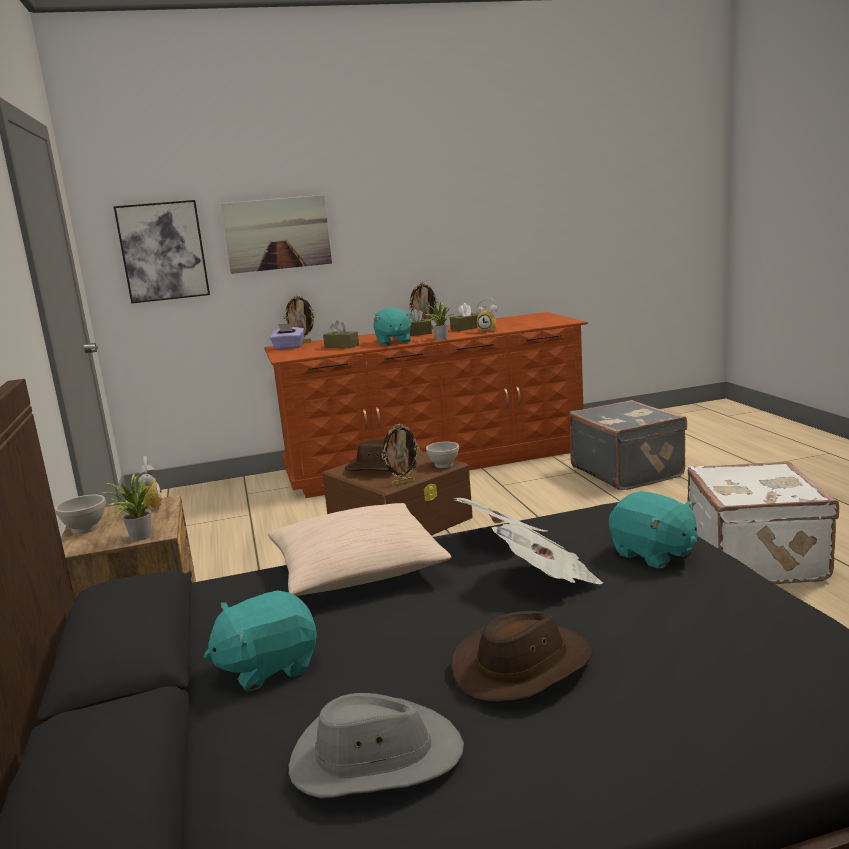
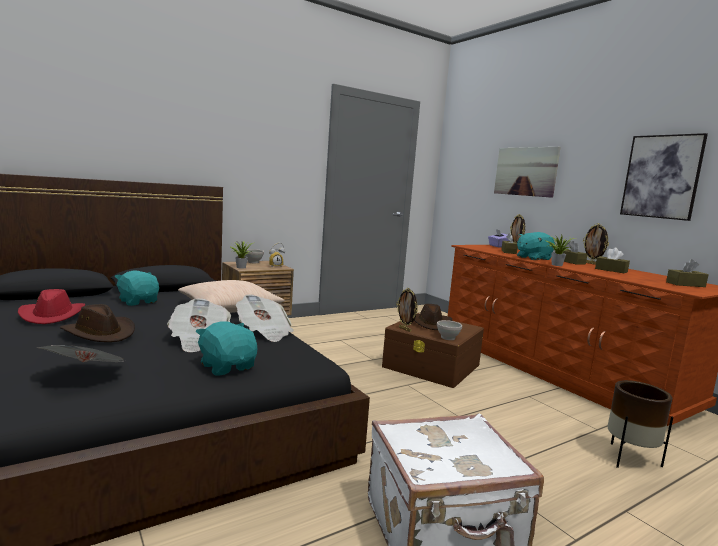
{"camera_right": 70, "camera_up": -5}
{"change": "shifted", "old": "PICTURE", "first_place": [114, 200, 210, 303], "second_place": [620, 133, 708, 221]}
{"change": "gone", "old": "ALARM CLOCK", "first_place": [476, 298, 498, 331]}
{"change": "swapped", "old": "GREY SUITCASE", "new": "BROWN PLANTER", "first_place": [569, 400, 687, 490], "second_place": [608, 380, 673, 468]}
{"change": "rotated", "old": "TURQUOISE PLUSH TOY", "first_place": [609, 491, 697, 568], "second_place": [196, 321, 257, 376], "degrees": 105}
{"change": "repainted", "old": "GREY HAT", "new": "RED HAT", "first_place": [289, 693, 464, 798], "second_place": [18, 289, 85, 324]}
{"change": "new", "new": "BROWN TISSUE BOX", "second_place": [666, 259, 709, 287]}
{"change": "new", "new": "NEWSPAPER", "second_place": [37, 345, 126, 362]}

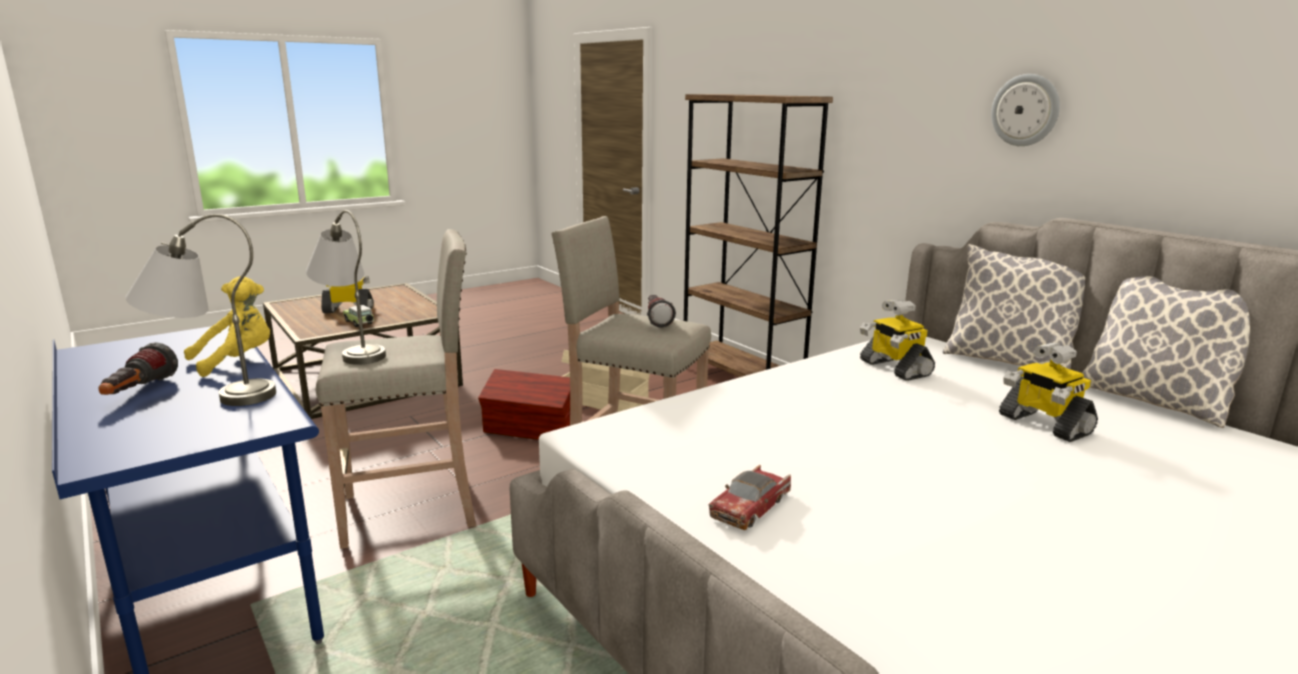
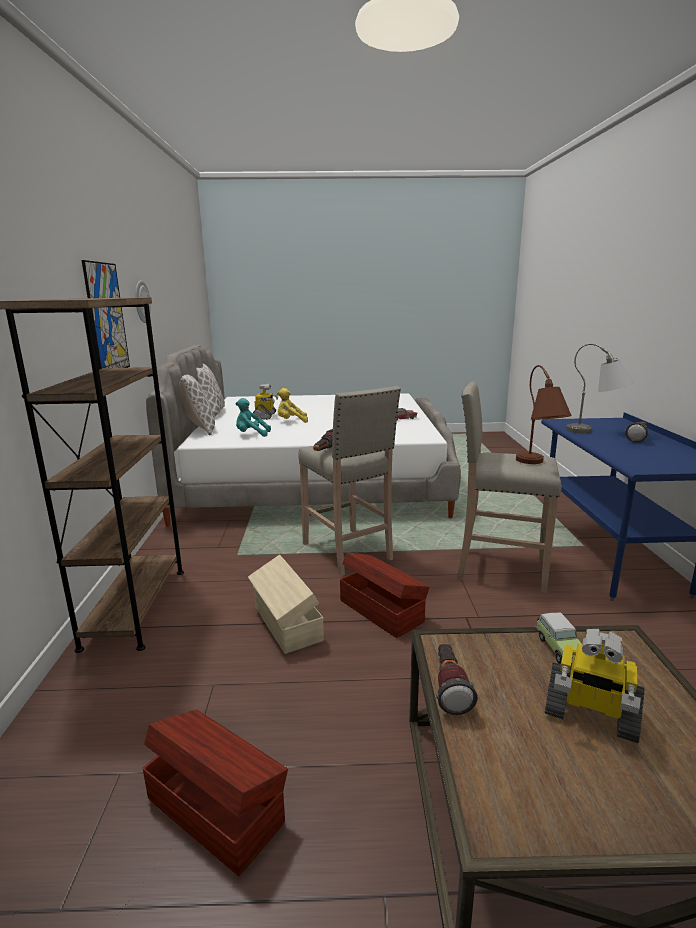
{"camera_right": -145, "camera_up": 0}
{"change": "repainted", "old": "GREY TABLE LAMP", "new": "BROWN TABLE LAMP", "first_place": [306, 210, 386, 365], "second_place": [516, 365, 572, 464]}
{"change": "shifted", "old": "YELLOW PLUSH TOY", "first_place": [184, 276, 270, 377], "second_place": [277, 388, 308, 423]}
{"change": "swapped", "old": "TOY ROBOT", "new": "TURQUOISE PLUSH TOY", "first_place": [860, 299, 935, 381], "second_place": [235, 398, 271, 437]}
{"change": "new", "new": "PICTURE", "second_place": [82, 260, 130, 369]}
{"change": "new", "new": "FLASHLIGHT", "second_place": [436, 642, 478, 715]}
{"change": "new", "new": "BROWN STORAGE BOX", "second_place": [142, 709, 288, 876]}

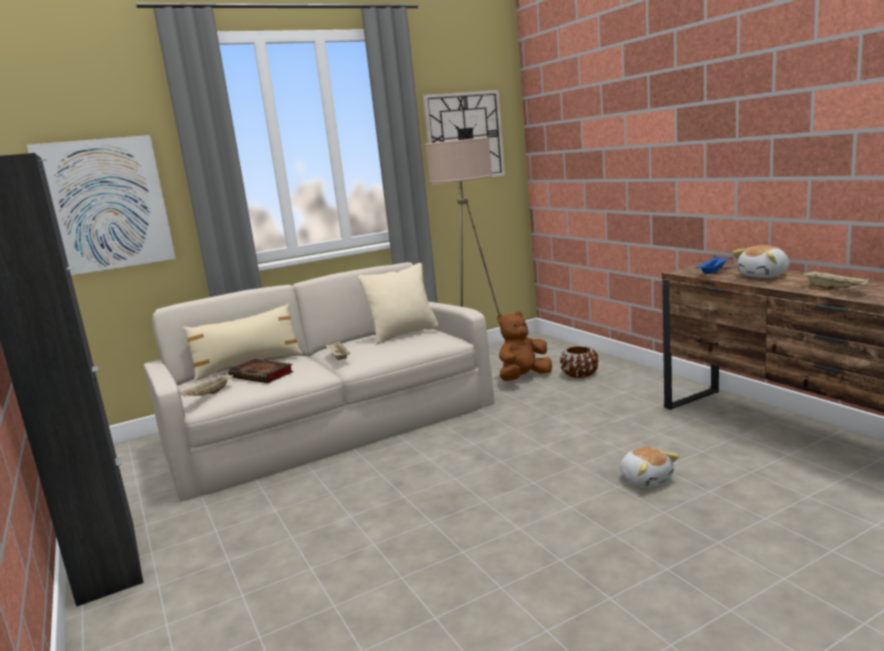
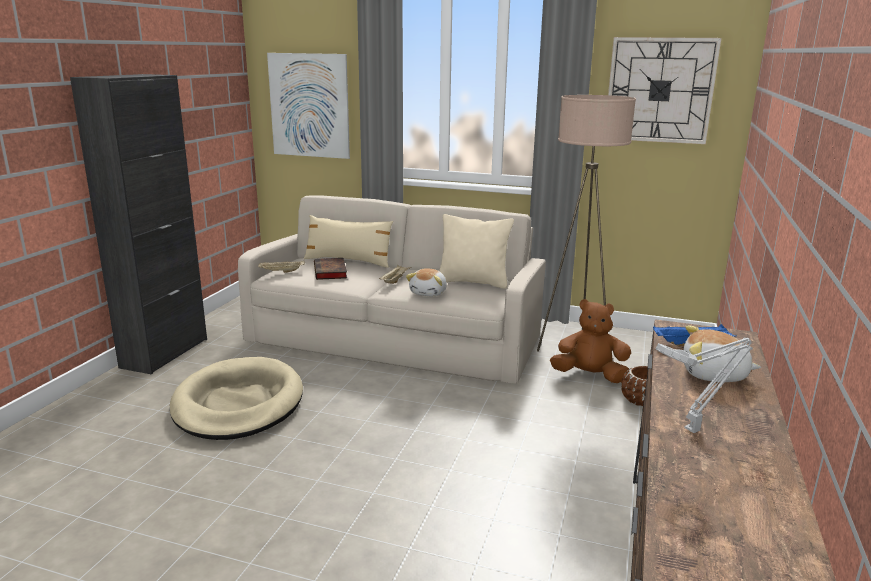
{"camera_right": 45, "camera_up": 5}
{"change": "swapped", "old": "BEIGE TRAY", "new": "GREY TABLE LAMP", "first_place": [801, 270, 871, 290], "second_place": [656, 337, 753, 433]}
{"change": "shifted", "old": "PLUSH TOY", "first_place": [620, 447, 680, 488], "second_place": [406, 268, 447, 296]}
{"change": "new", "new": "BEIGE DOG BED", "second_place": [170, 357, 303, 440]}

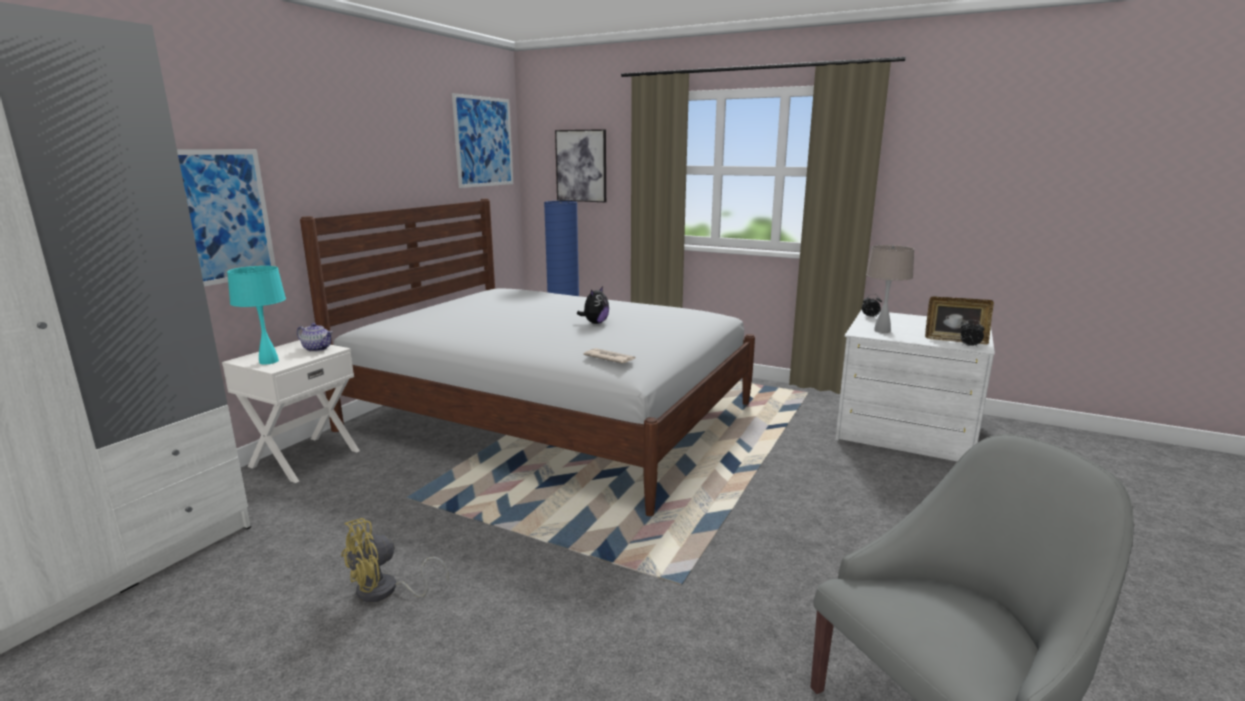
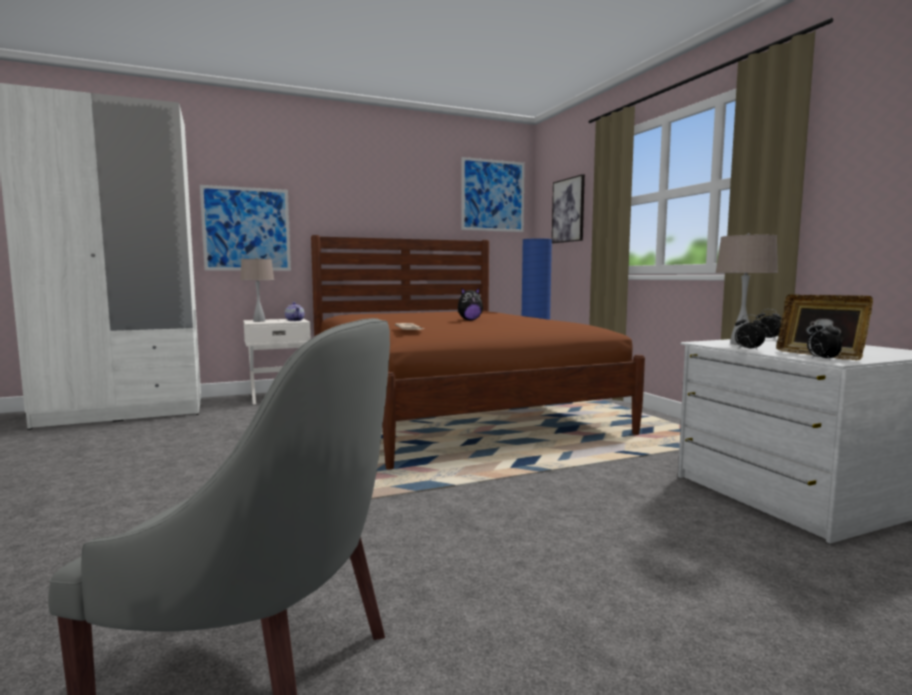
{"camera_right": 40, "camera_up": -10}
{"change": "repainted", "old": "WHITE BED", "new": "BROWN BED", "first_place": [300, 199, 755, 516], "second_place": [311, 235, 645, 470]}
{"change": "repainted", "old": "TURQUOISE TABLE LAMP", "new": "BEIGE TABLE LAMP", "first_place": [227, 266, 286, 365], "second_place": [241, 257, 274, 322]}
{"change": "gone", "old": "YELLOW FAN", "first_place": [341, 518, 449, 602]}
{"change": "new", "new": "ALARM CLOCK", "second_place": [735, 314, 765, 351]}

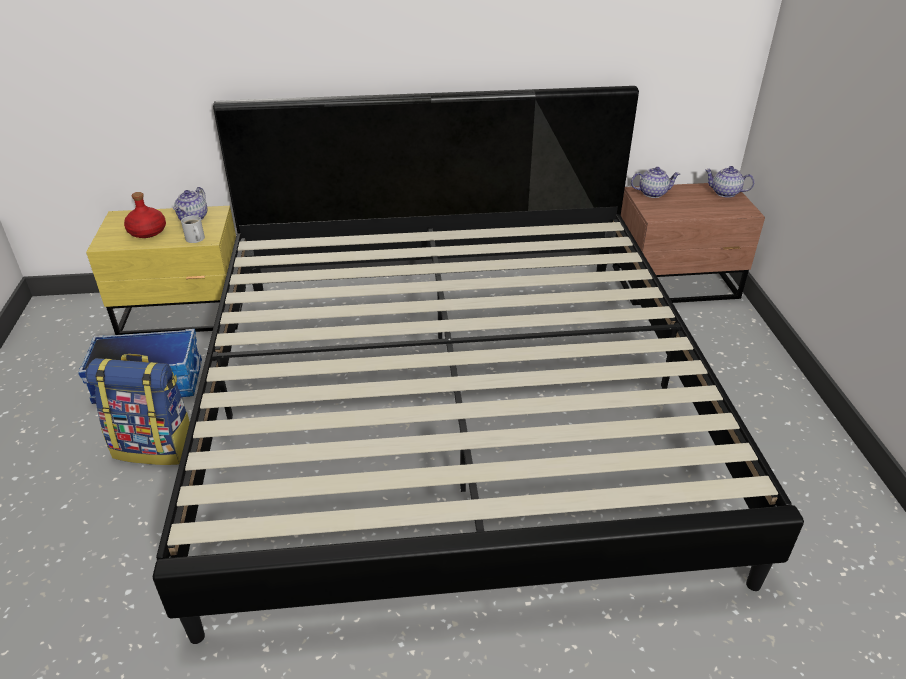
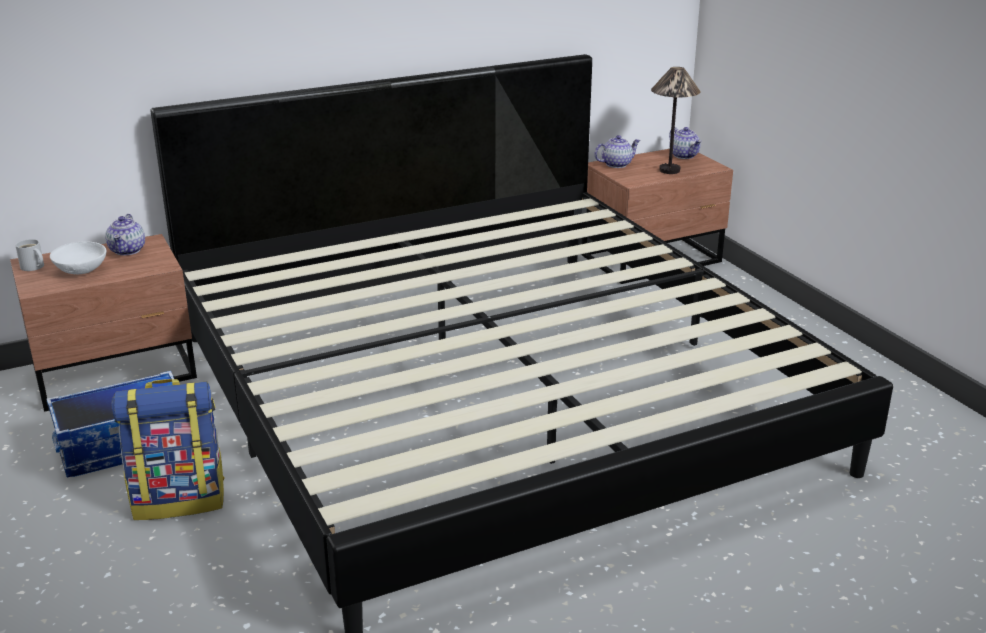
{"camera_right": -20, "camera_up": -10}
{"change": "rotated", "old": "TEAPOT", "first_place": [705, 166, 754, 198], "second_place": [669, 127, 702, 159], "degrees": -120}
{"change": "swapped", "old": "RED BOTTLE", "new": "WHITE BOWL", "first_place": [124, 192, 166, 238], "second_place": [50, 241, 107, 274]}
{"change": "repainted", "old": "YELLOW NIGHTSTAND", "new": "BROWN NIGHTSTAND", "first_place": [86, 206, 246, 335], "second_place": [10, 234, 197, 412]}
{"change": "shifted", "old": "WHITE MUG", "first_place": [181, 215, 205, 243], "second_place": [15, 239, 44, 271]}
{"change": "new", "new": "TABLE LAMP", "second_place": [651, 67, 700, 174]}

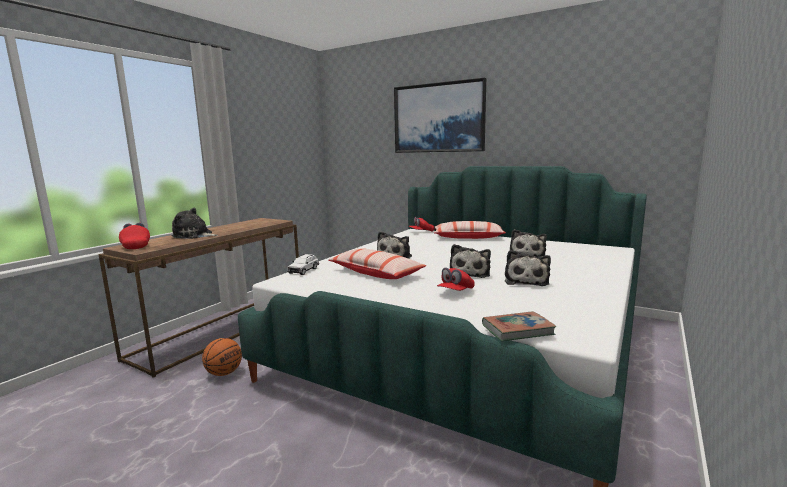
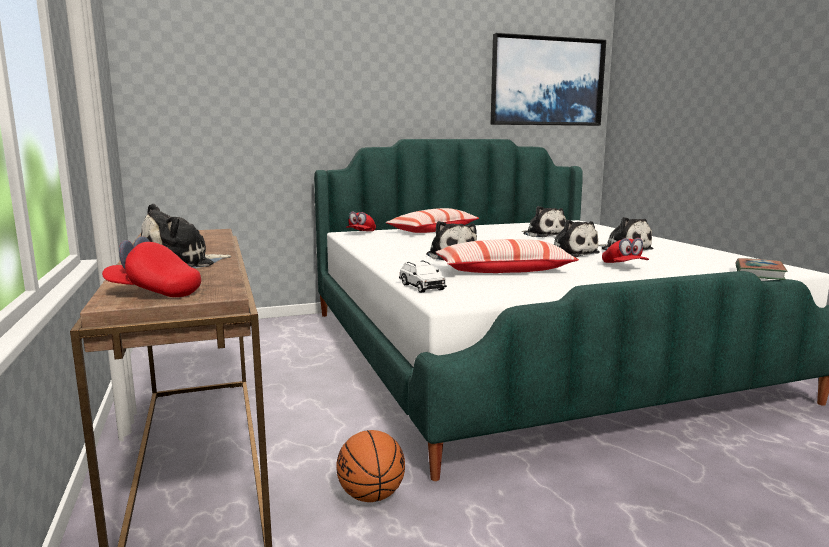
{"camera_right": -50, "camera_up": 0}
{"change": "shifted", "old": "PICTURE", "first_place": [394, 78, 486, 153], "second_place": [491, 33, 606, 126]}

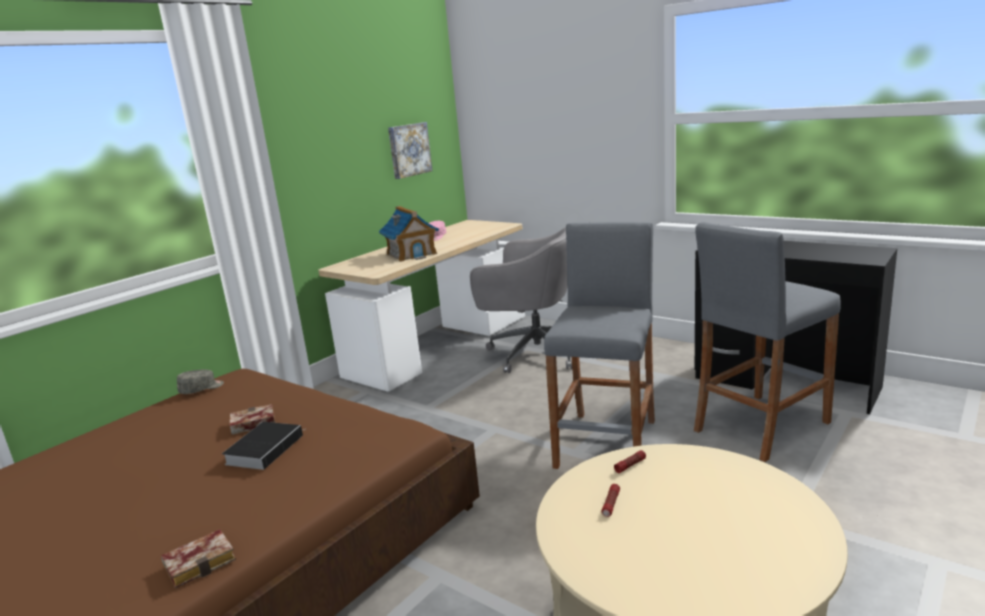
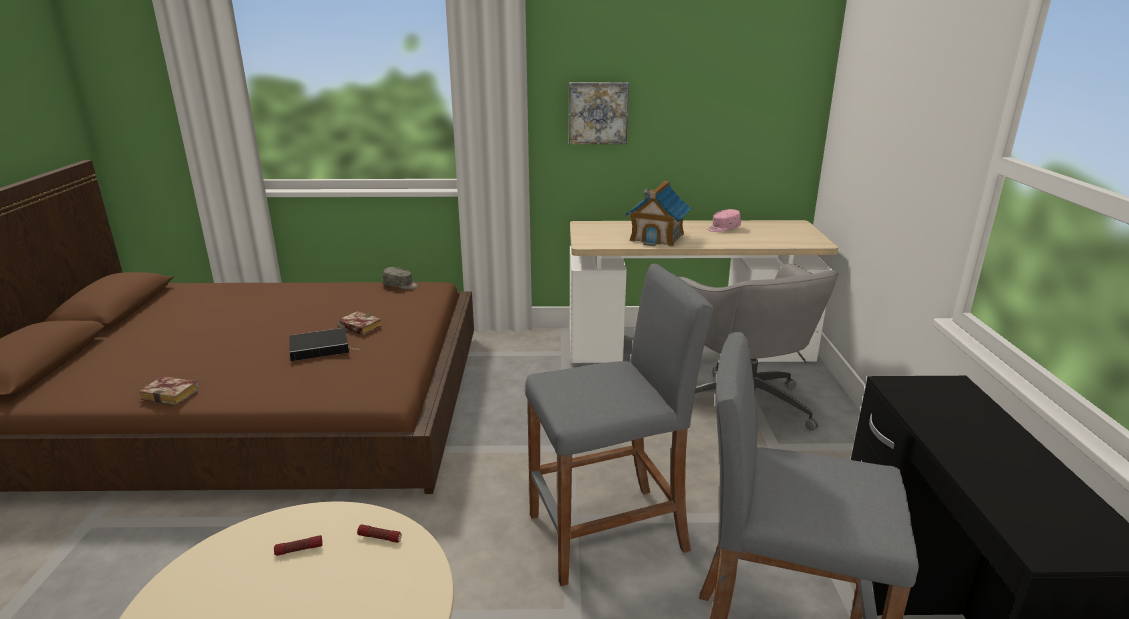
{"camera_right": 50, "camera_up": 5}
{"change": "shifted", "old": "PICTURE", "first_place": [388, 122, 433, 179], "second_place": [569, 82, 629, 144]}

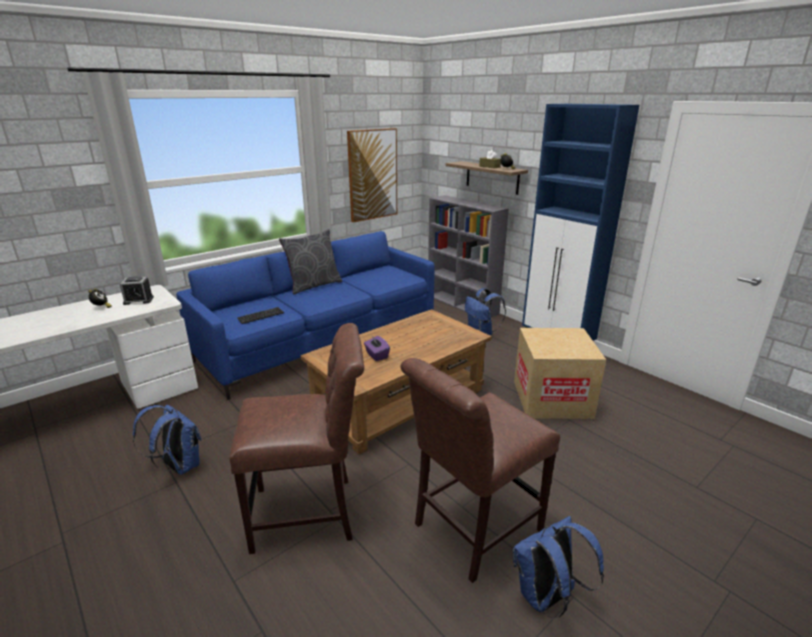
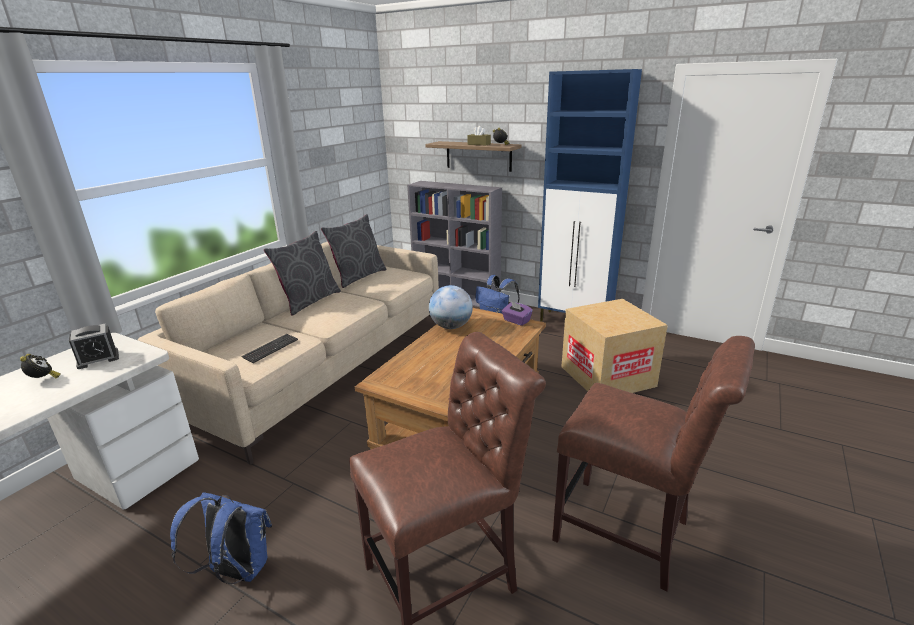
{"camera_right": -20, "camera_up": 0}
{"change": "gone", "old": "PICTURE", "first_place": [347, 128, 397, 223]}
{"change": "repainted", "old": "BLUE SOFA", "new": "BEIGE SOFA", "first_place": [176, 231, 435, 400], "second_place": [138, 242, 439, 465]}
{"change": "shifted", "old": "PURPLE TISSUE BOX", "first_place": [364, 336, 390, 361], "second_place": [502, 301, 533, 326]}
{"change": "rotated", "old": "BROWN CHAIR", "first_place": [400, 358, 560, 583], "second_place": [552, 336, 755, 591], "degrees": -90}
{"change": "gone", "old": "BLUE BACKPACK", "first_place": [513, 516, 604, 619]}
{"change": "new", "new": "GREY PILLOW", "second_place": [321, 214, 387, 288]}
{"change": "new", "new": "GLOBE", "second_place": [429, 285, 473, 329]}

